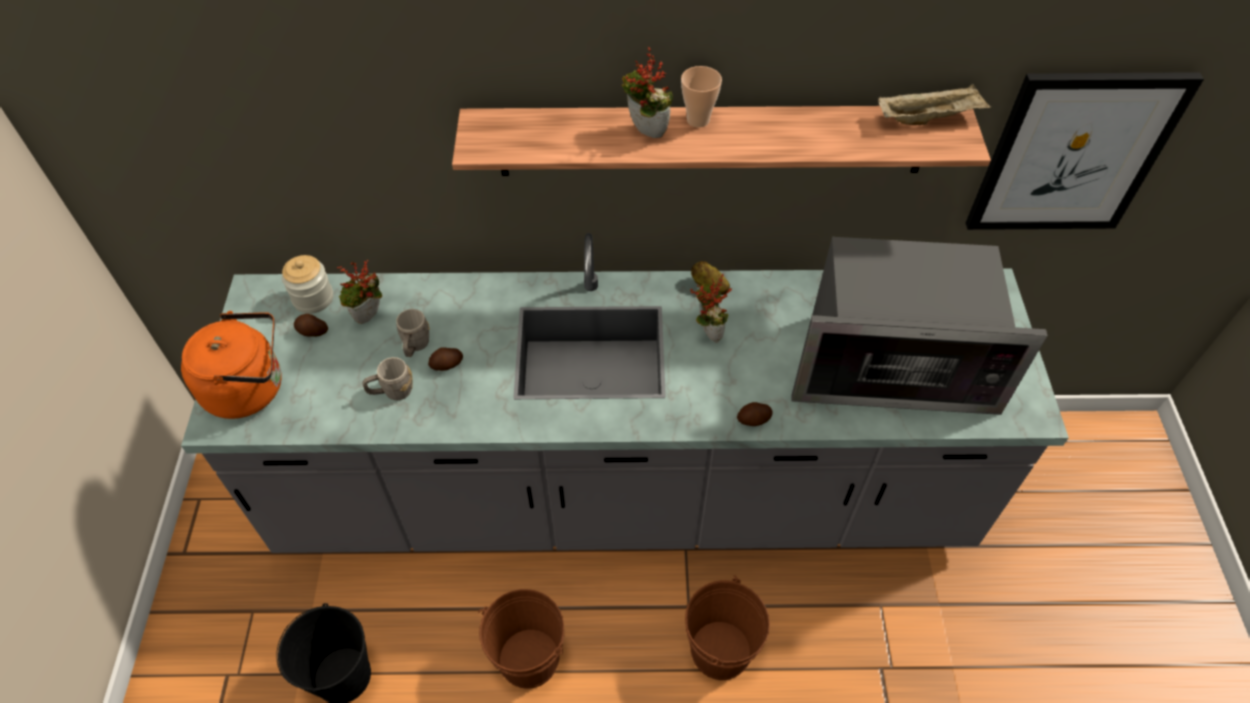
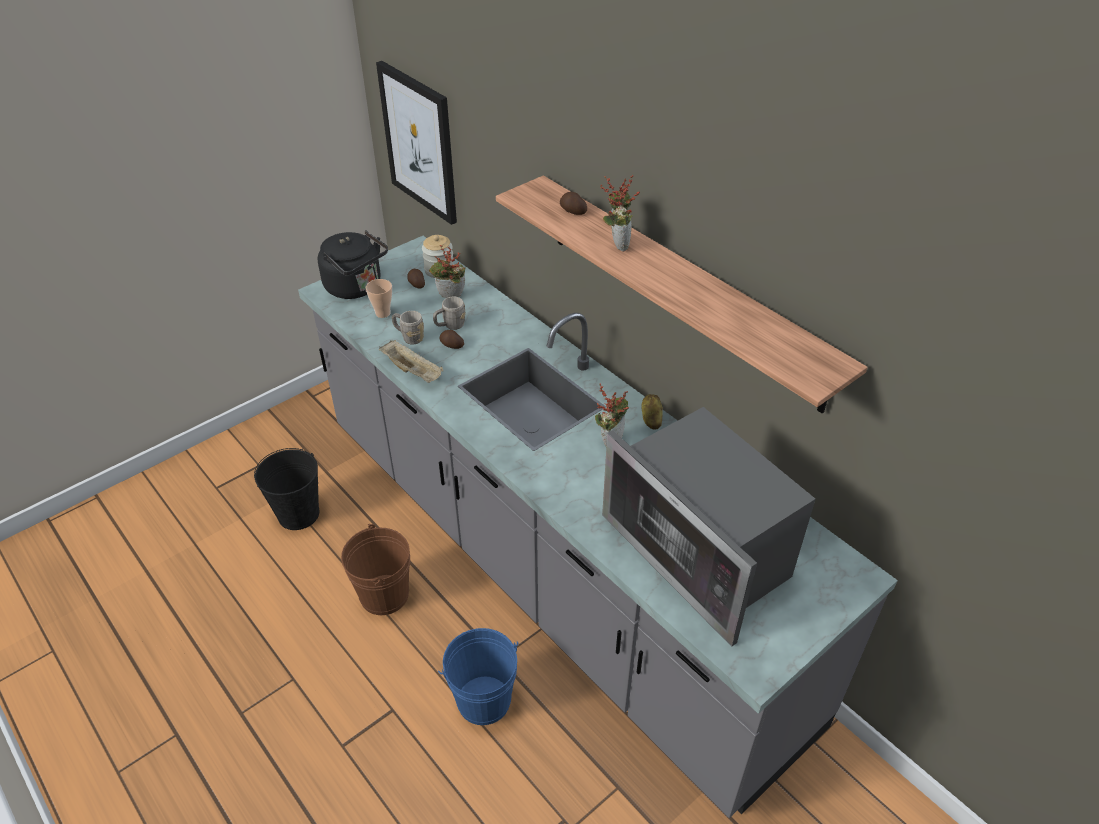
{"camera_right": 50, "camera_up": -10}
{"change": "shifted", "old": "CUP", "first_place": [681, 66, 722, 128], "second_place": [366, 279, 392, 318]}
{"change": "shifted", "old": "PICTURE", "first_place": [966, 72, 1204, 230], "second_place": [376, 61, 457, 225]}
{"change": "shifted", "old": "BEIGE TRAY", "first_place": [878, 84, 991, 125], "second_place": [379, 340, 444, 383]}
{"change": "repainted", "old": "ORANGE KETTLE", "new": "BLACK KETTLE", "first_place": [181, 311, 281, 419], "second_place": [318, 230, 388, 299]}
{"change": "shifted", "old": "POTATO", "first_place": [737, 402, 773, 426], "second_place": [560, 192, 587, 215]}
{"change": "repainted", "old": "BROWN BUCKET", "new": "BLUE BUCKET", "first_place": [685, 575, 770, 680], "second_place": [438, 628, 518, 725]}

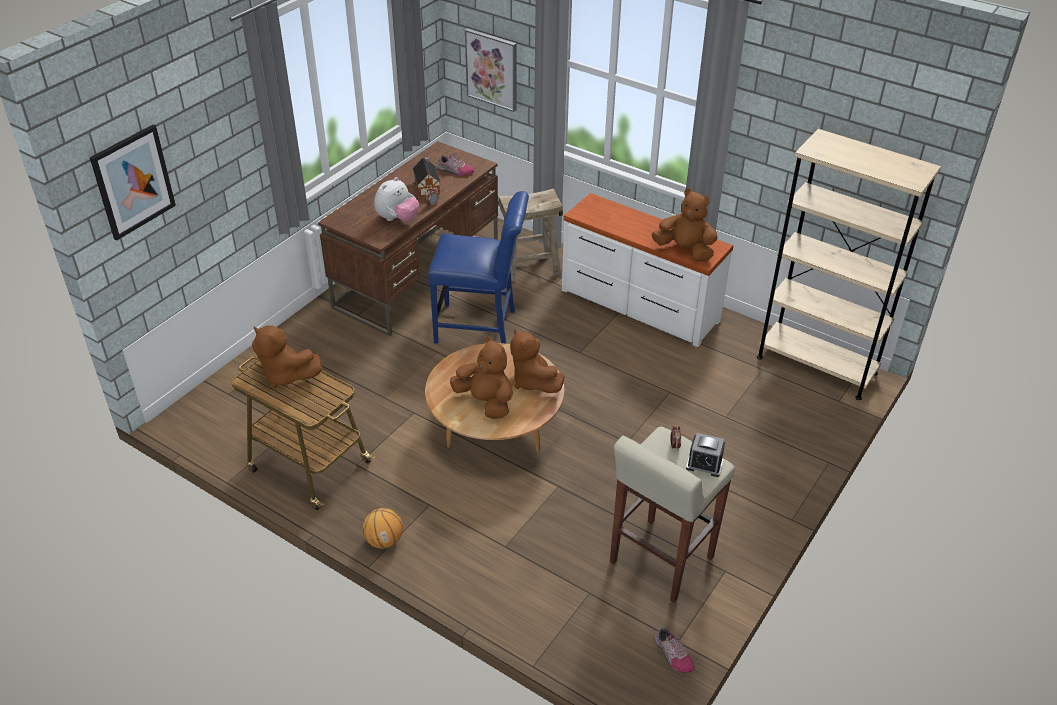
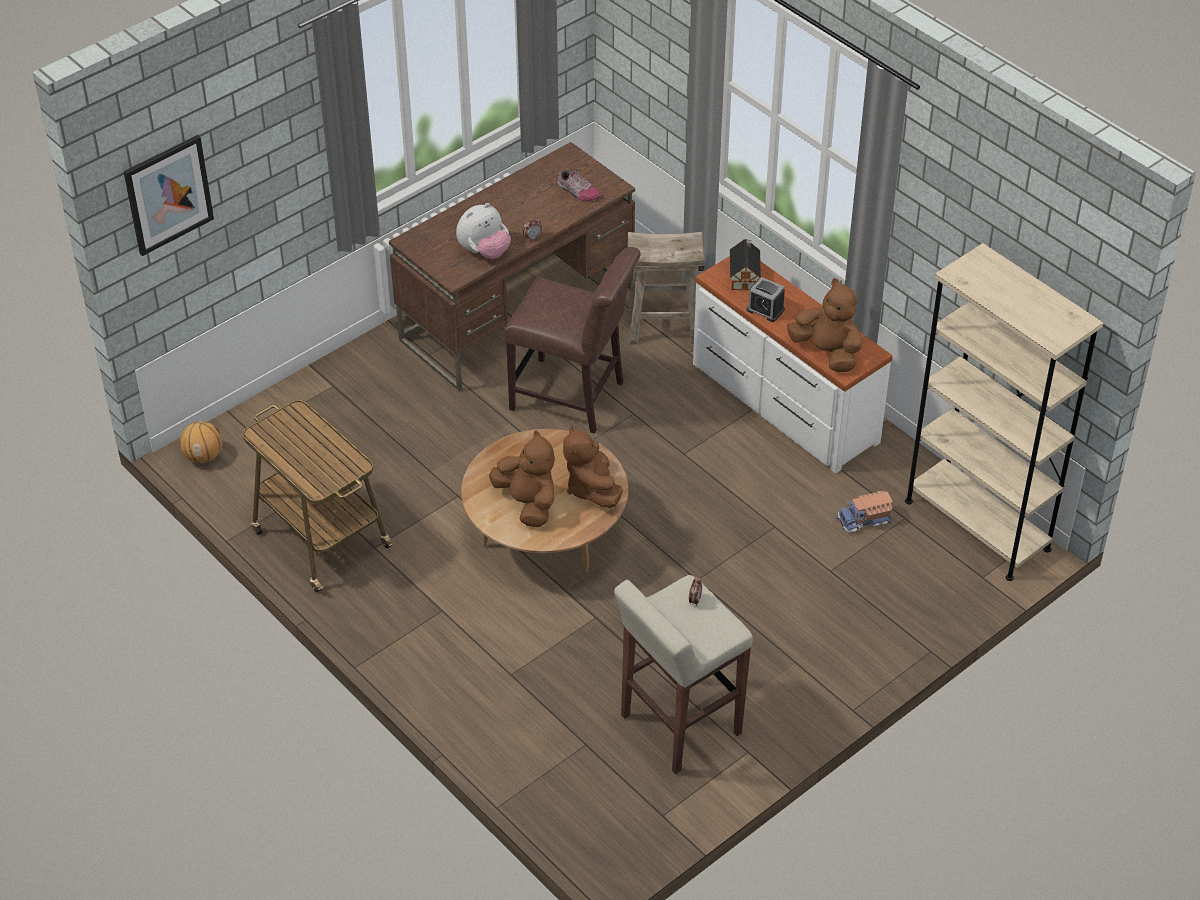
{"camera_right": 15, "camera_up": 5}
{"change": "gone", "old": "PICTURE", "first_place": [465, 28, 517, 112]}
{"change": "shifted", "old": "TOY HOUSE", "first_place": [413, 157, 441, 197], "second_place": [730, 239, 761, 290]}
{"change": "repainted", "old": "BLUE CHAIR", "new": "BROWN CHAIR", "first_place": [428, 191, 529, 344], "second_place": [504, 247, 640, 434]}
{"change": "gone", "old": "BROWN PLUSH TOY", "first_place": [252, 325, 322, 388]}
{"change": "shifted", "old": "ALARM CLOCK", "first_place": [686, 433, 725, 477], "second_place": [746, 277, 785, 322]}
{"change": "shifted", "old": "BASKETBALL", "first_place": [363, 508, 403, 549], "second_place": [180, 421, 223, 463]}
{"change": "gone", "old": "SHOE", "first_place": [655, 627, 695, 673]}
{"change": "new", "new": "TOY TRUCK", "second_place": [837, 491, 893, 533]}

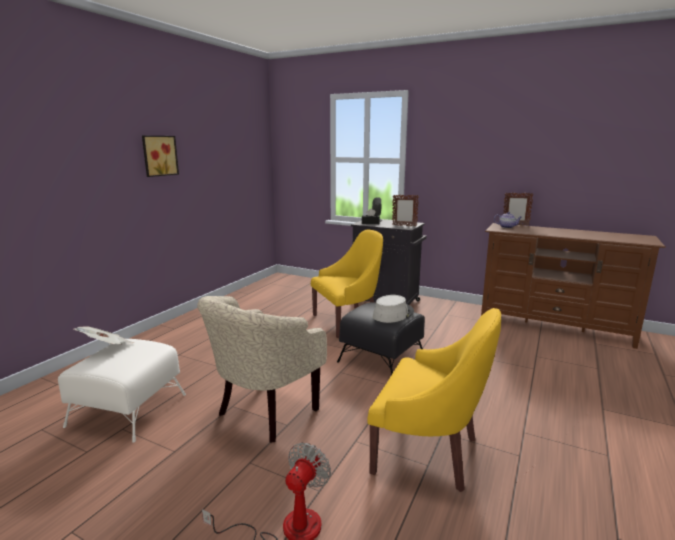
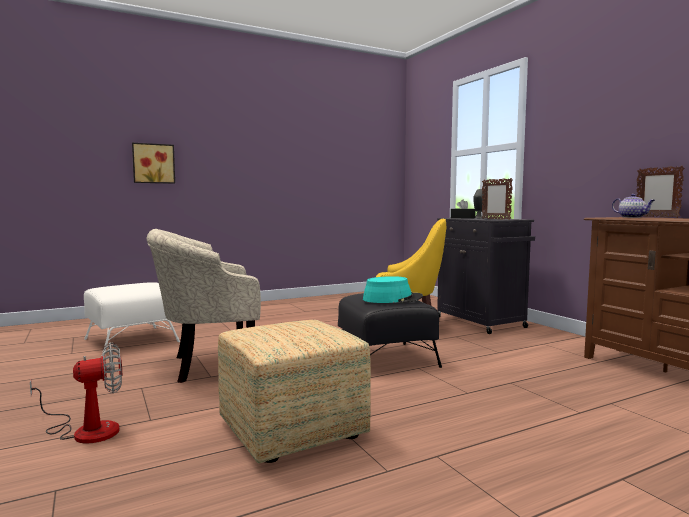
{"camera_right": 35, "camera_up": -10}
{"change": "shifted", "old": "PICTURE", "first_place": [142, 136, 179, 177], "second_place": [132, 143, 175, 184]}
{"change": "repainted", "old": "GREY HAT", "new": "TURQUOISE HAT", "first_place": [373, 295, 414, 323], "second_place": [363, 276, 423, 303]}
{"change": "swapped", "old": "YELLOW ARMCHAIR", "new": "OTTOMAN", "first_place": [367, 308, 501, 492], "second_place": [218, 320, 371, 463]}
{"change": "gone", "old": "NEWSPAPER", "first_place": [74, 326, 134, 344]}

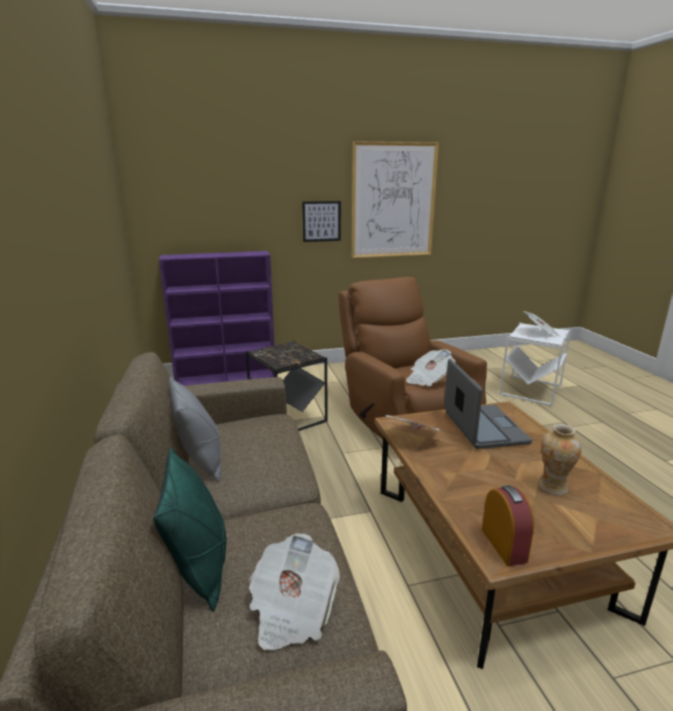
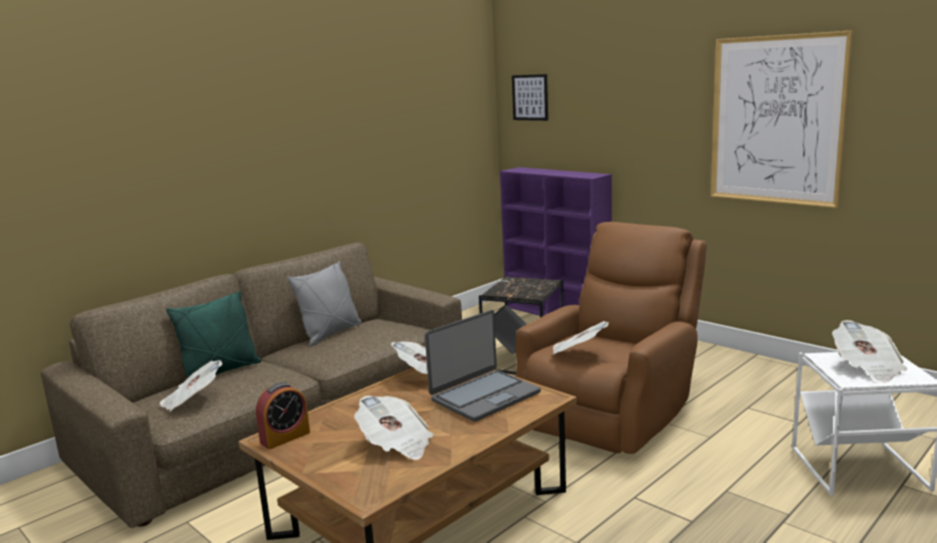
{"camera_right": 60, "camera_up": -5}
{"change": "shifted", "old": "PICTURE", "first_place": [302, 201, 341, 242], "second_place": [512, 74, 548, 121]}
{"change": "swapped", "old": "VASE", "new": "NEWSPAPER", "first_place": [539, 424, 581, 495], "second_place": [354, 395, 434, 460]}

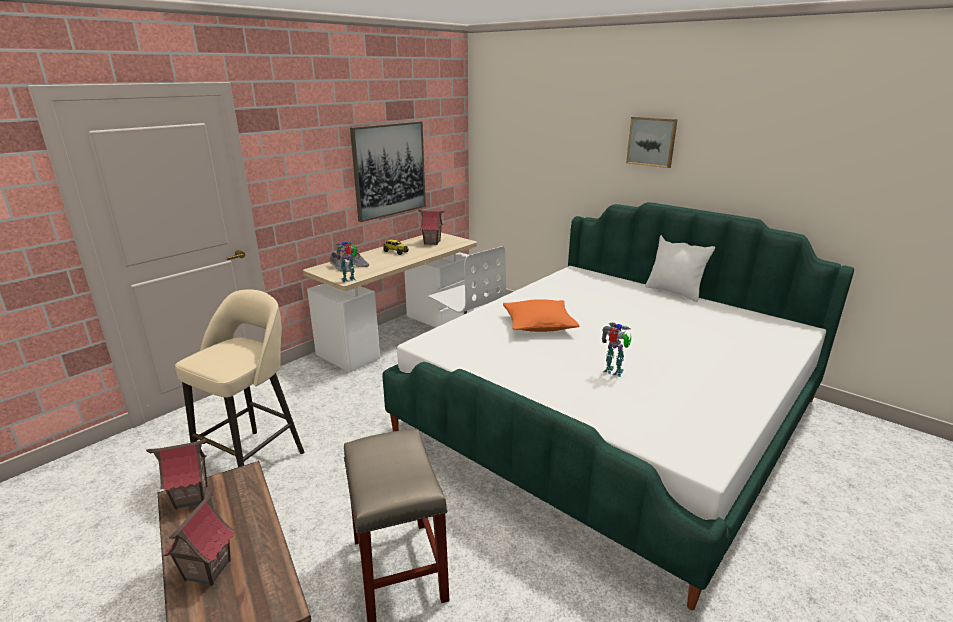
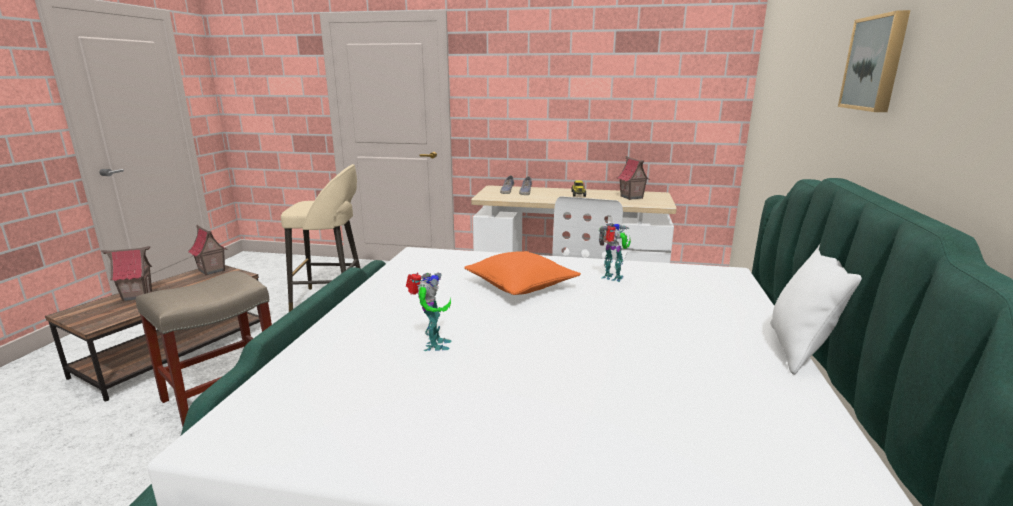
{"camera_right": 60, "camera_up": -5}
{"change": "gone", "old": "PICTURE", "first_place": [350, 121, 426, 222]}
{"change": "shifted", "old": "TOY ROBOT", "first_place": [336, 241, 358, 283], "second_place": [599, 223, 631, 282]}

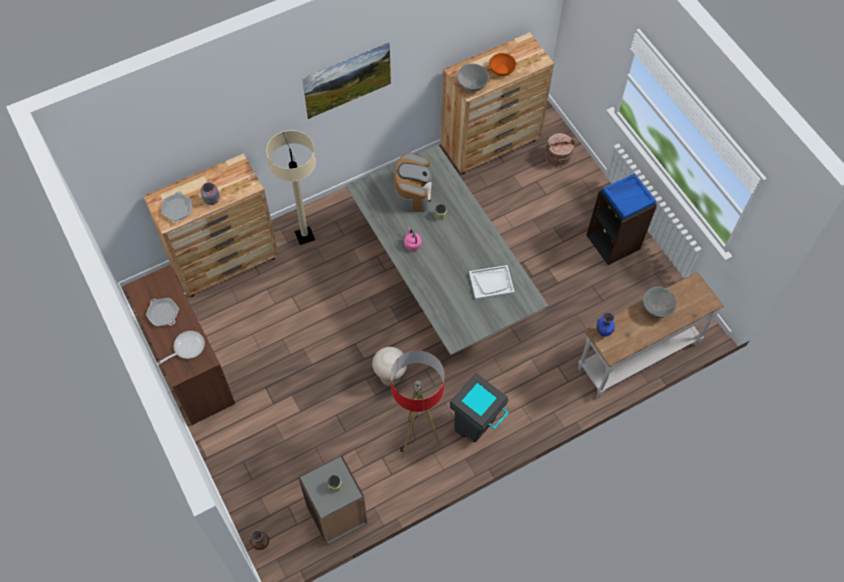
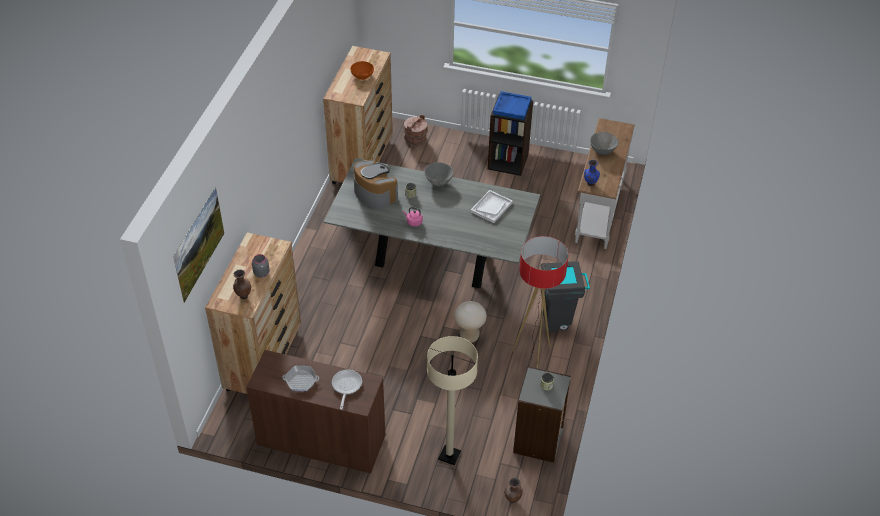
{"camera_right": -45, "camera_up": -15}
{"change": "shifted", "old": "PICTURE", "first_place": [302, 42, 391, 119], "second_place": [173, 187, 224, 303]}
{"change": "shifted", "old": "GREY BOWL", "first_place": [457, 64, 489, 92], "second_place": [424, 162, 453, 186]}
{"change": "shifted", "old": "BEIGE FLOOR LAMP", "first_place": [266, 130, 316, 245], "second_place": [427, 336, 478, 465]}
{"change": "swapped", "old": "FRYING PAN", "new": "BROWN VASE", "first_place": [161, 191, 192, 222], "second_place": [233, 270, 251, 299]}

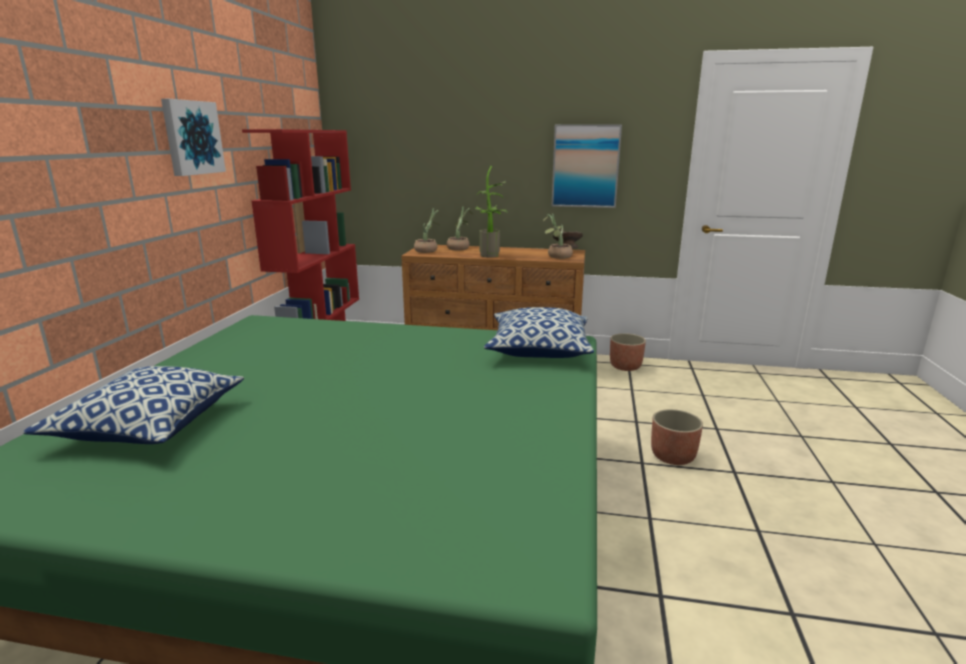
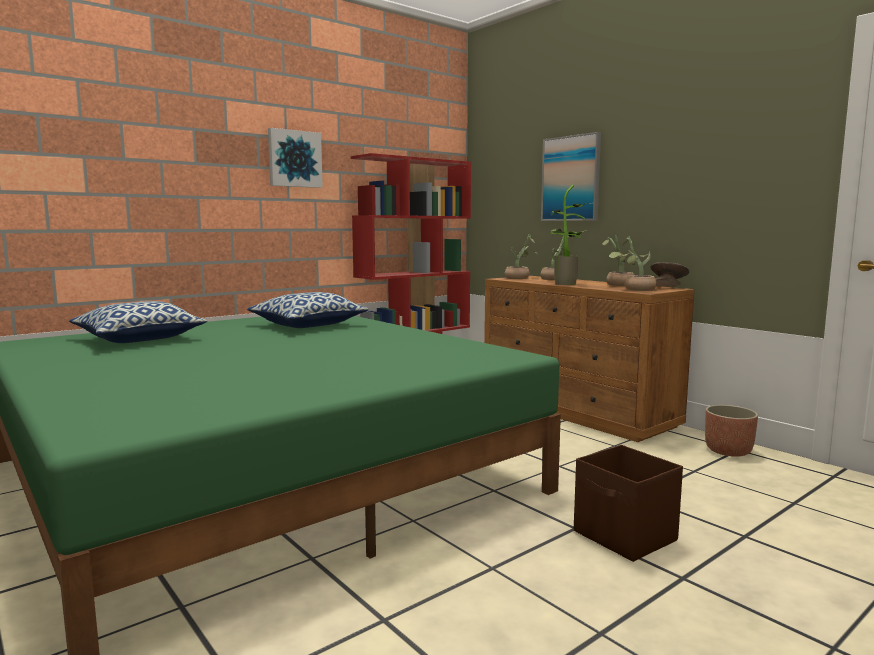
{"camera_right": 40, "camera_up": -10}
{"change": "shifted", "old": "PICTURE", "first_place": [552, 124, 622, 208], "second_place": [541, 132, 601, 221]}
{"change": "shifted", "old": "PILLOW", "first_place": [484, 307, 594, 358], "second_place": [247, 292, 369, 328]}
{"change": "swapped", "old": "PLANTER", "new": "BROWN STORAGE BOX", "first_place": [651, 409, 703, 465], "second_place": [574, 445, 683, 562]}
{"change": "new", "new": "POTTED PLANT", "second_place": [602, 235, 634, 286]}

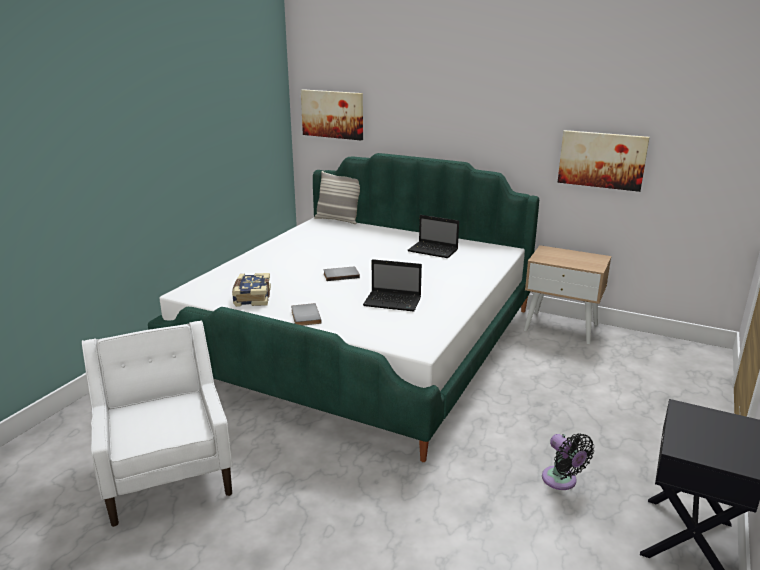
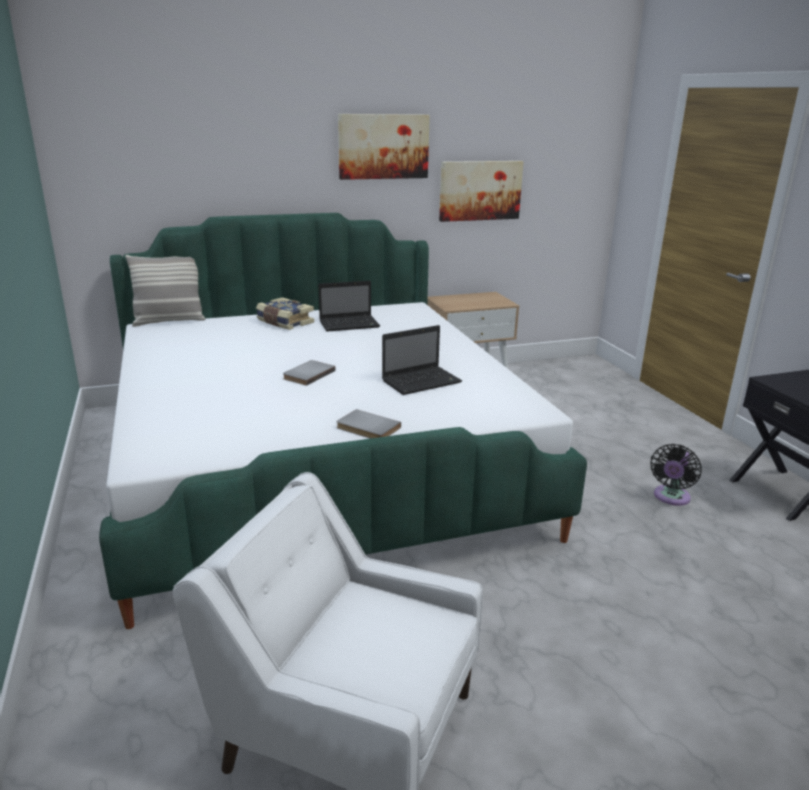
{"camera_right": -45, "camera_up": 0}
{"change": "shifted", "old": "PICTURE", "first_place": [301, 89, 363, 140], "second_place": [338, 114, 430, 180]}
{"change": "shifted", "old": "BOOK", "first_place": [232, 273, 271, 307], "second_place": [256, 297, 314, 330]}
{"change": "rotated", "old": "BLACK FAN", "first_place": [542, 433, 594, 490], "second_place": [650, 444, 702, 506], "degrees": 105}

